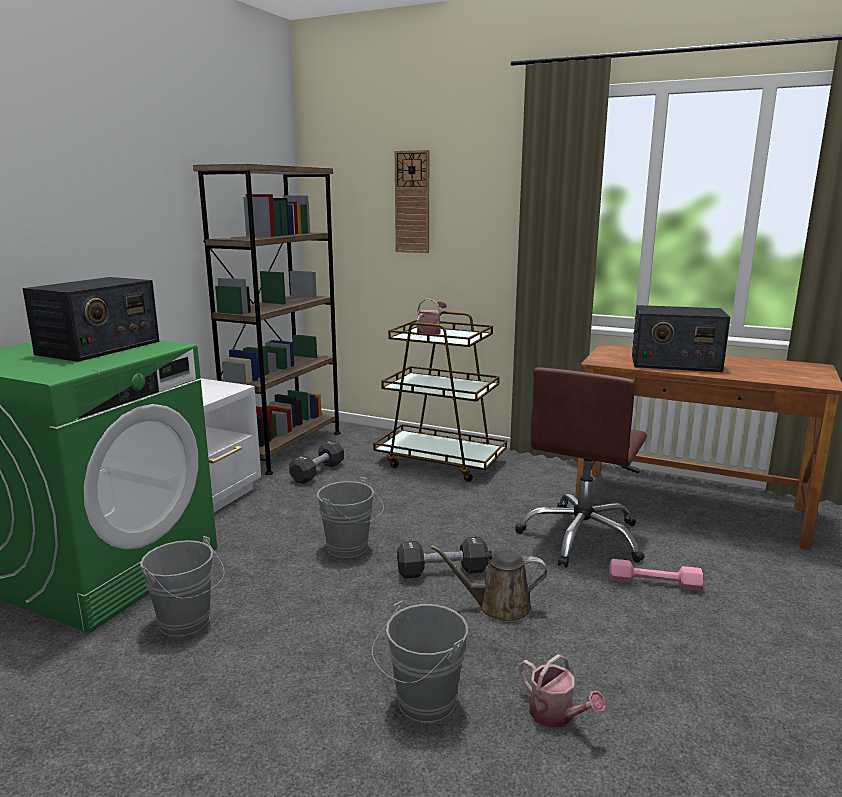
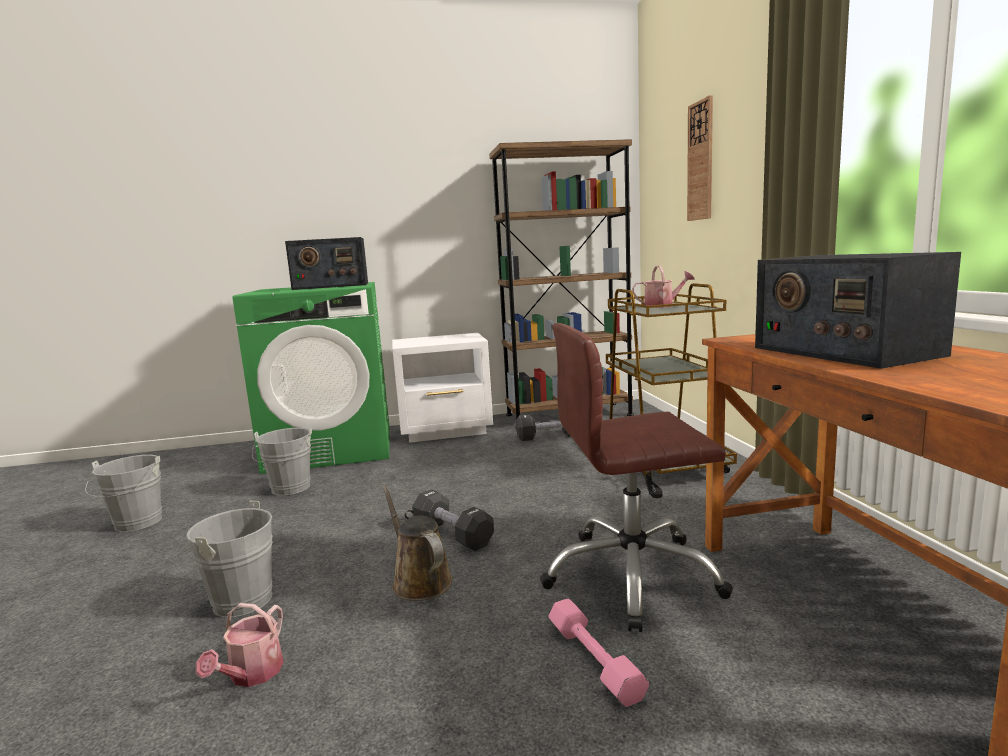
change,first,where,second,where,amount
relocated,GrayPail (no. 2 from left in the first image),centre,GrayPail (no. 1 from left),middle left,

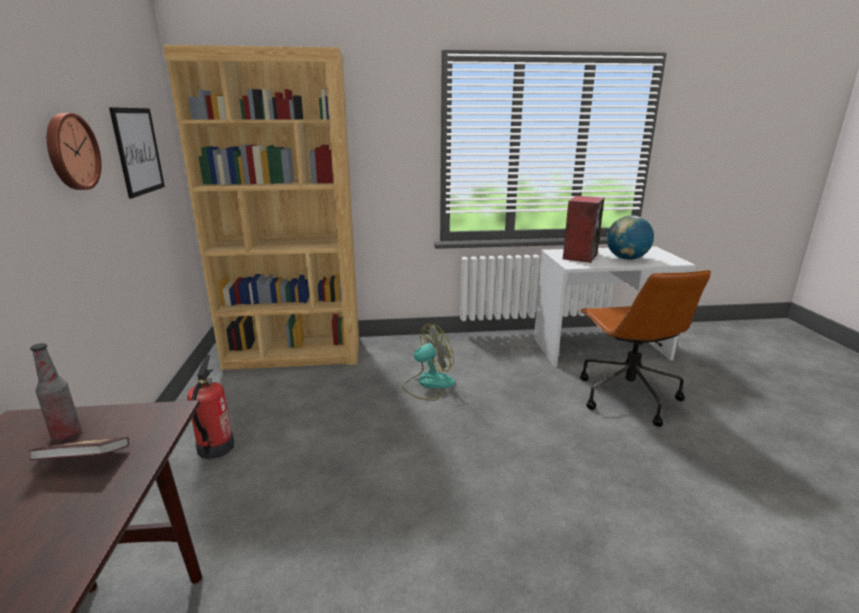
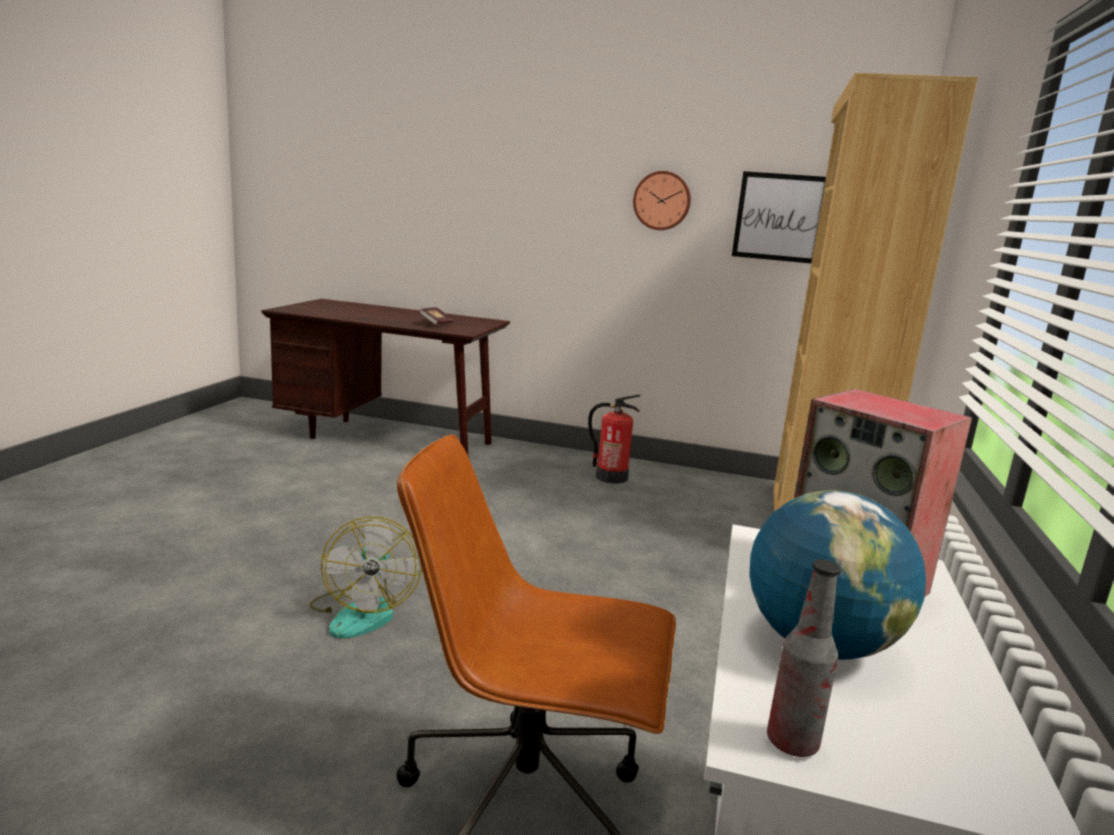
change,first,where,second,where,amount
relocated,CoolingFan,centre,,bottom left,
relocated,BeverageBottle,middle left,,bottom right,

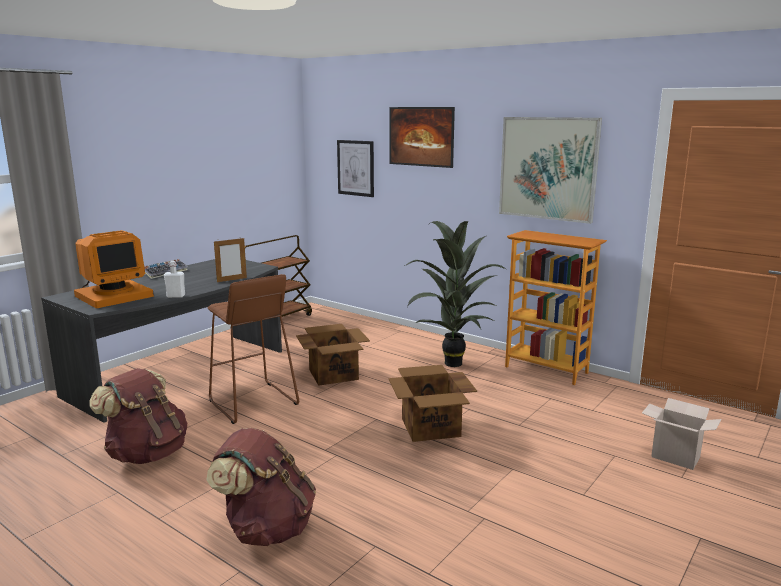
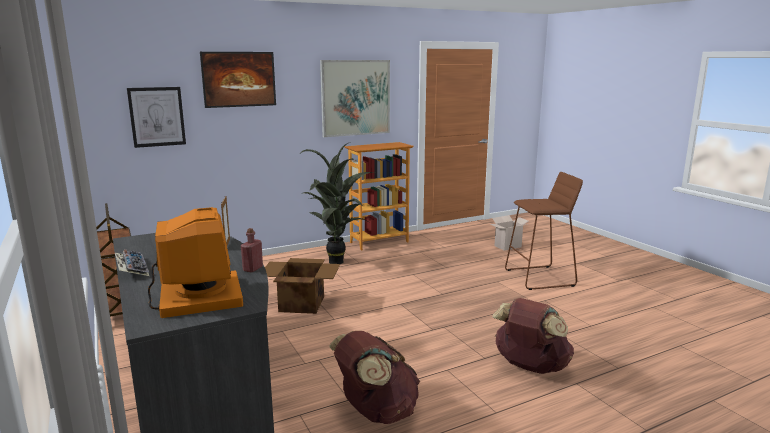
change,first,where,second,where,amount
colour,WhiteColouredBeverageBottle,middle left,ReddishBeverageBottle,middle left,
relocated,BrownColouredStool,middle left,,middle right,
missing,PackingBox (no. 2 from left),bottom centre,,,

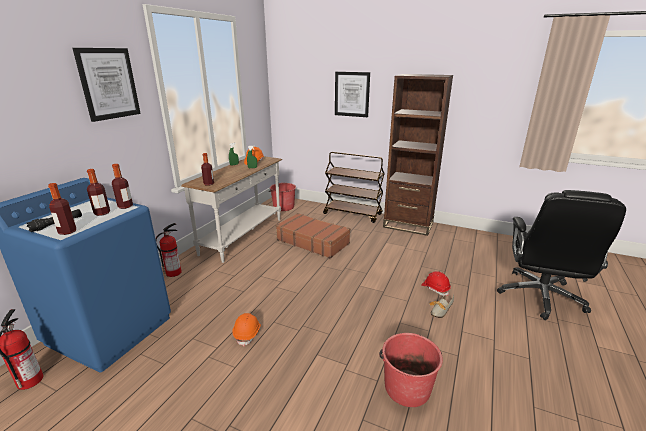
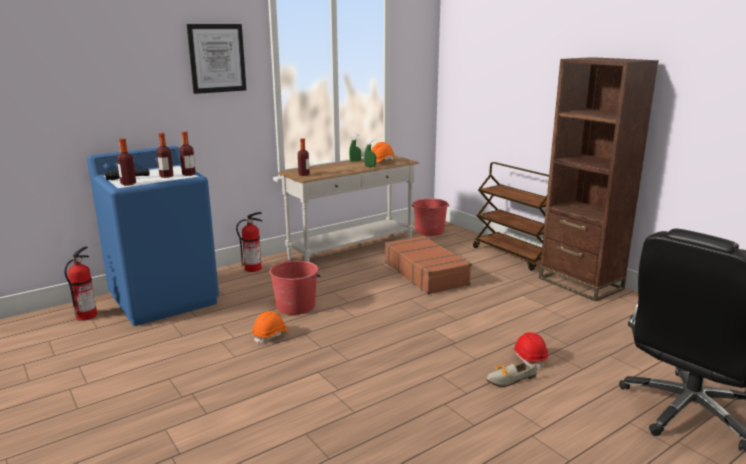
change,first,where,second,where,amount
relocated,ReddishPail (no. 2 from left in the first image),bottom centre,ReddishPail (no. 1 from left),centre,
missing,Picture (no. 2 from left),top centre,,,

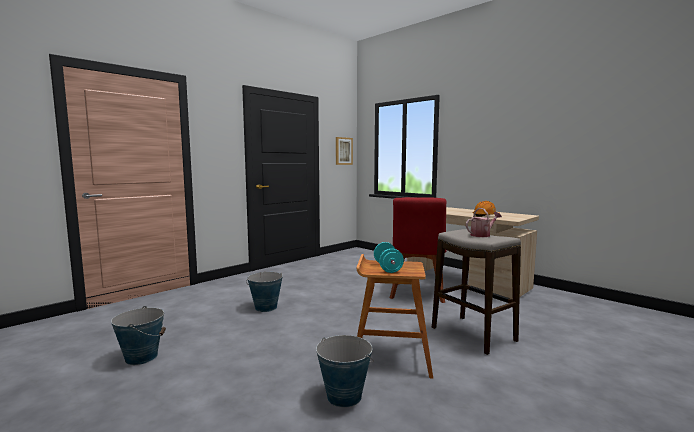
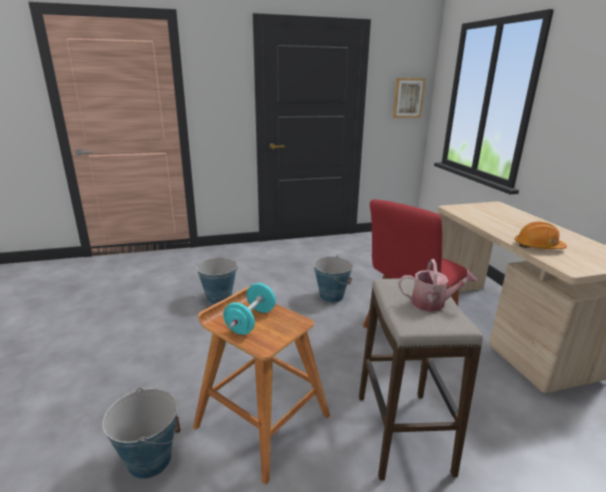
change,first,where,second,where,amount
relocated,Pail (no. 1 from left in the first image),bottom left,Pail (no. 3 from left),centre,

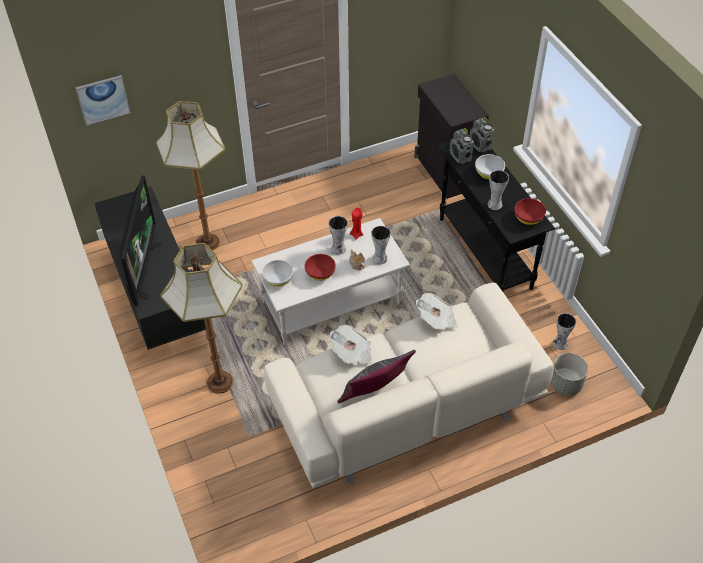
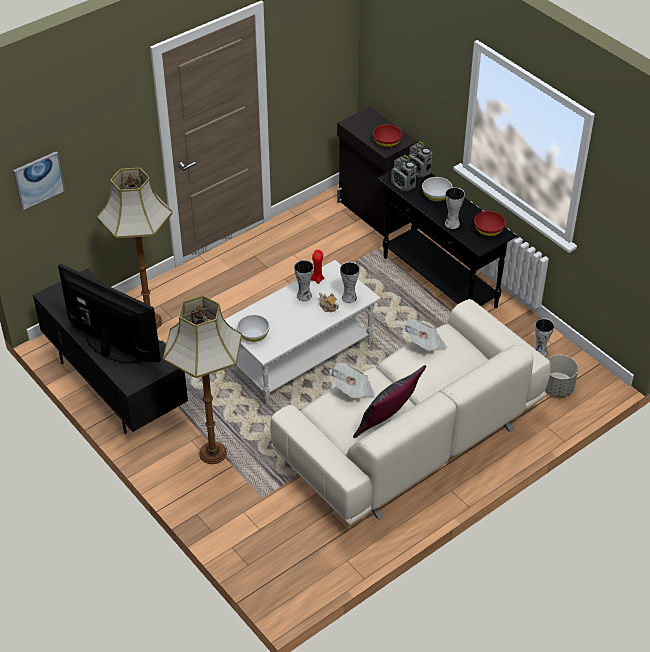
change,first,where,second,where,amount
spun,Tv,middle left,,middle left,45 degrees counterclockwise
relocated,ReddishDeepDish (no. 1 from left),centre,,top centre,

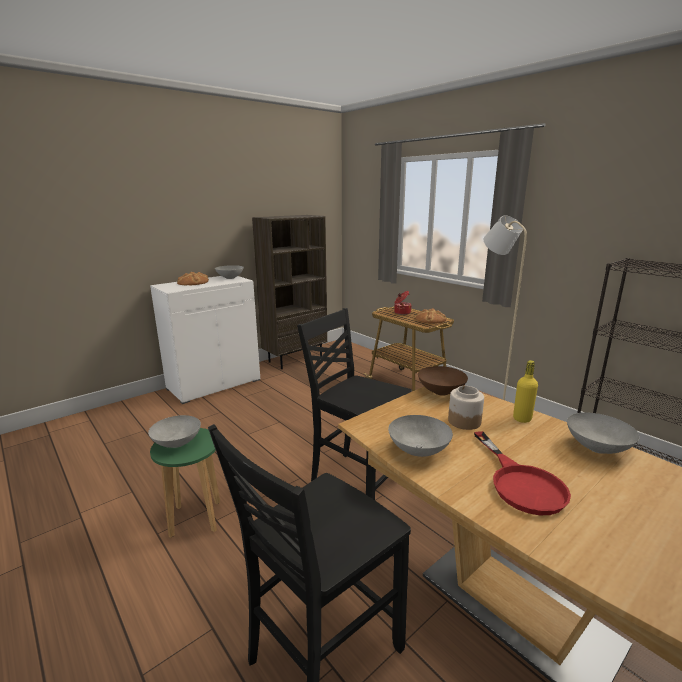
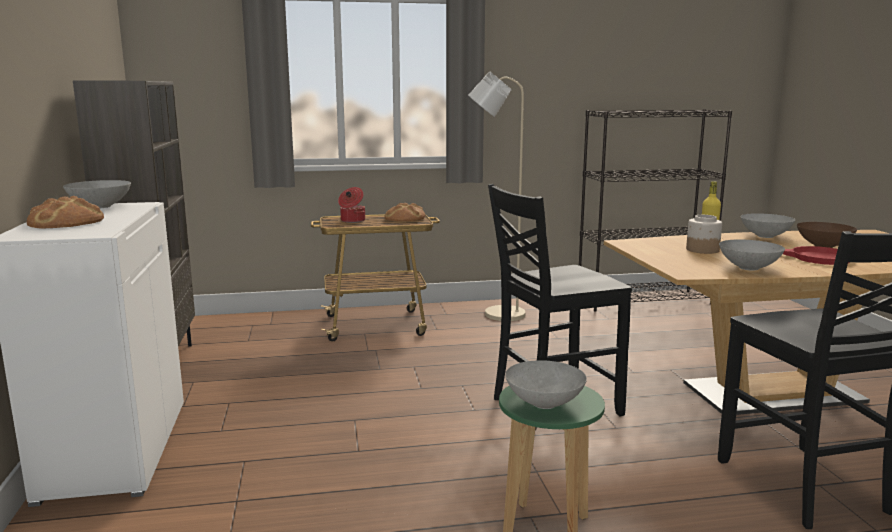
change,first,where,second,where,amount
relocated,BrownColouredDeepDish,centre,,middle right,

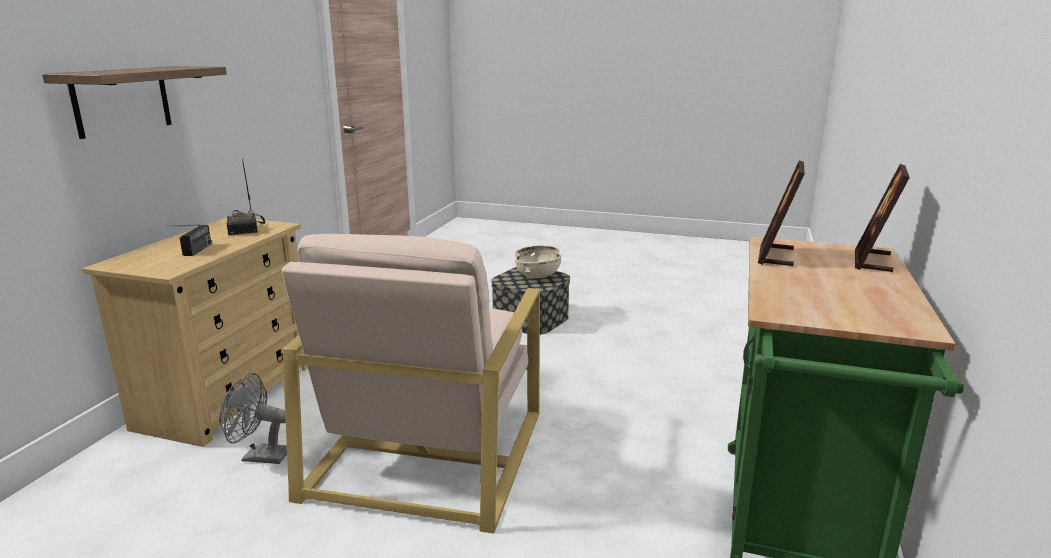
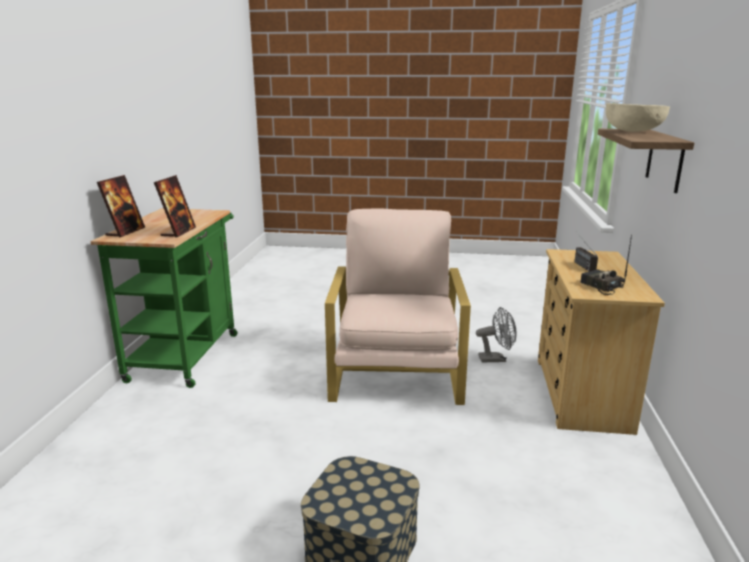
change,first,where,second,where,amount
relocated,SandColouredDeepDish,centre,,top right,

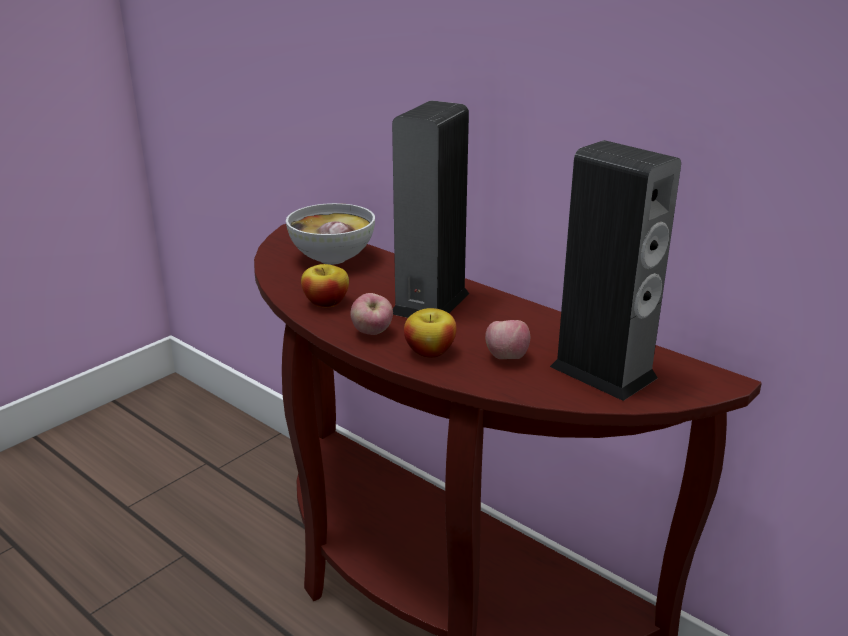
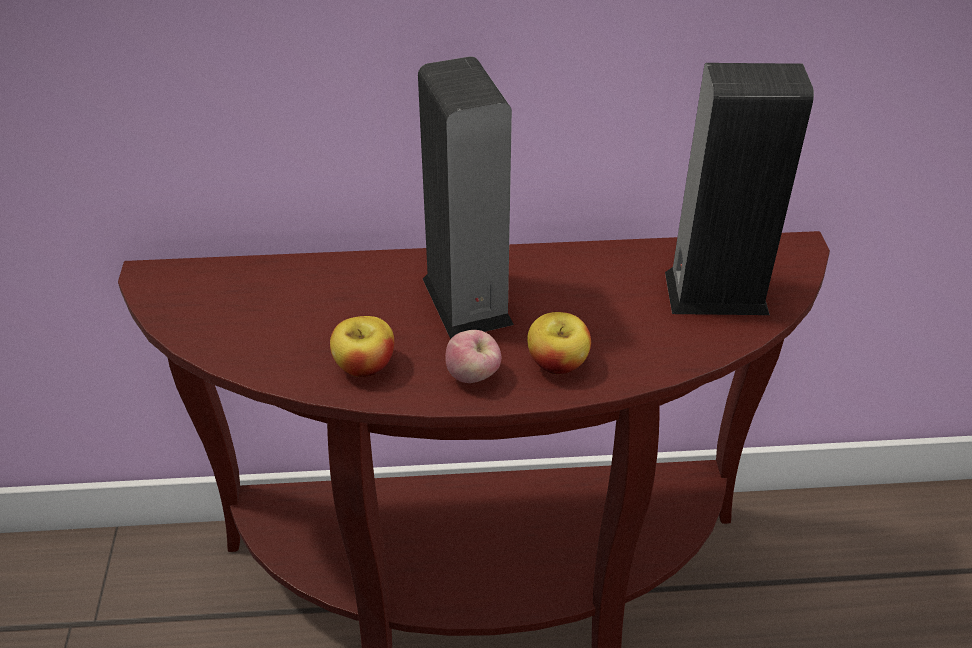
change,first,where,second,where,amount
missing,DeepDish,centre,,,
missing,AppleFruit (no. 4 from left),centre,,,

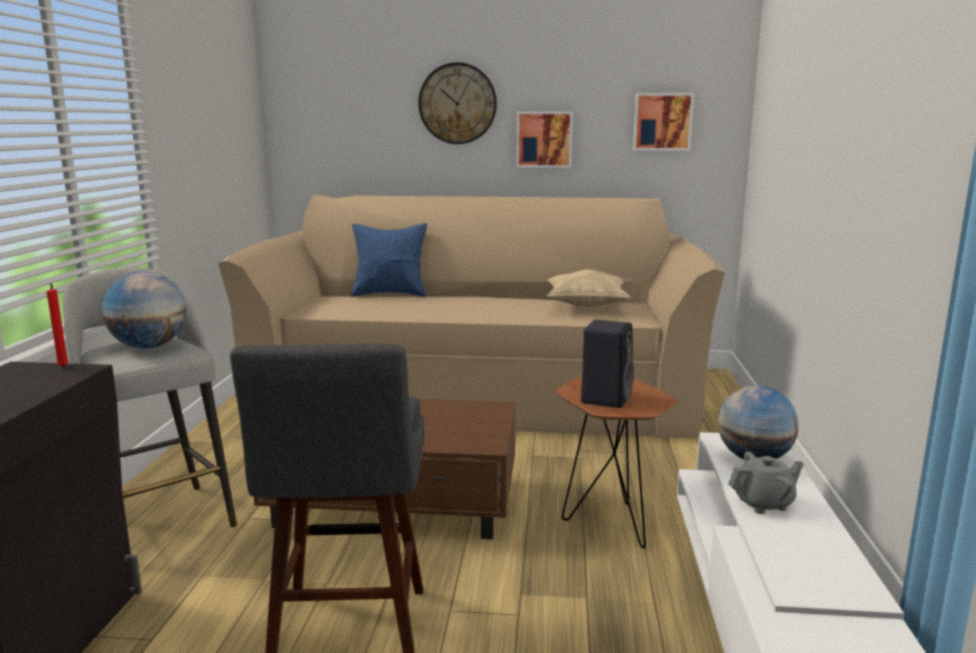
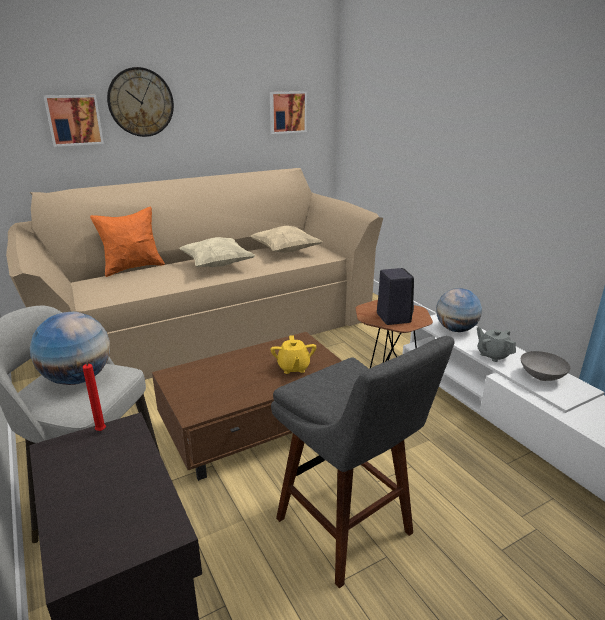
change,first,where,second,where,amount
relocated,Picture (no. 1 from left),top centre,,top left,
colour,BlueColouredPillow,centre,OrangeyPillow,middle left,
appeared,,,SandColouredPillow (no. 1 from left),centre,
appeared,,,YellowPotForTea,centre,
spun,GrayPotForTea,bottom right,,middle right,75 degrees counterclockwise
appeared,,,GrayDeepDish,middle right,

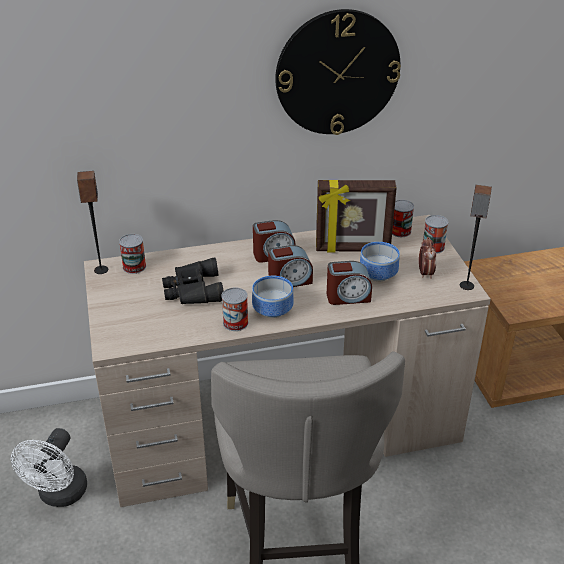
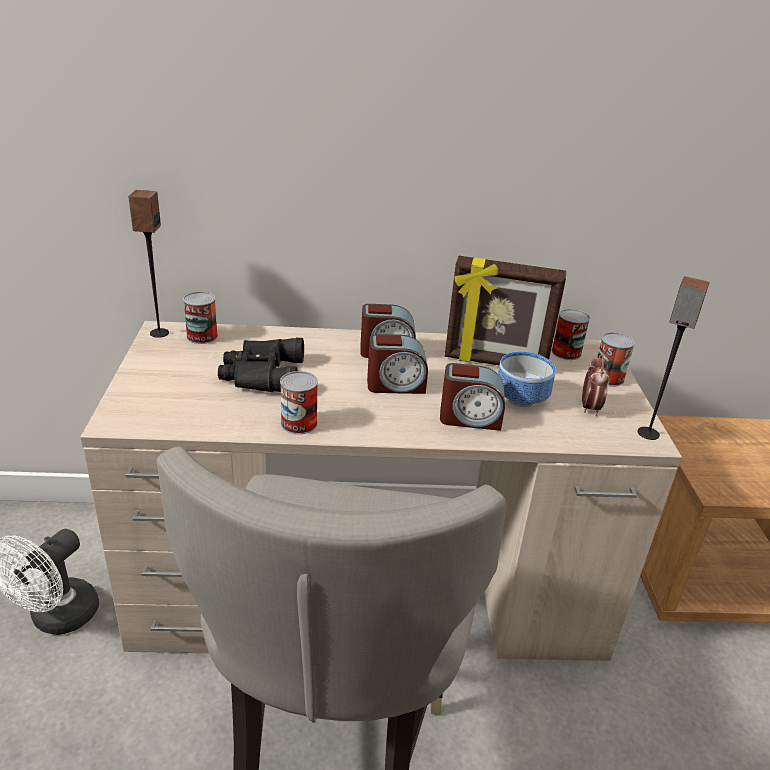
change,first,where,second,where,amount
missing,DeepDish (no. 1 from left),centre,,,
missing,ClockOnTheWall,top centre,,,

